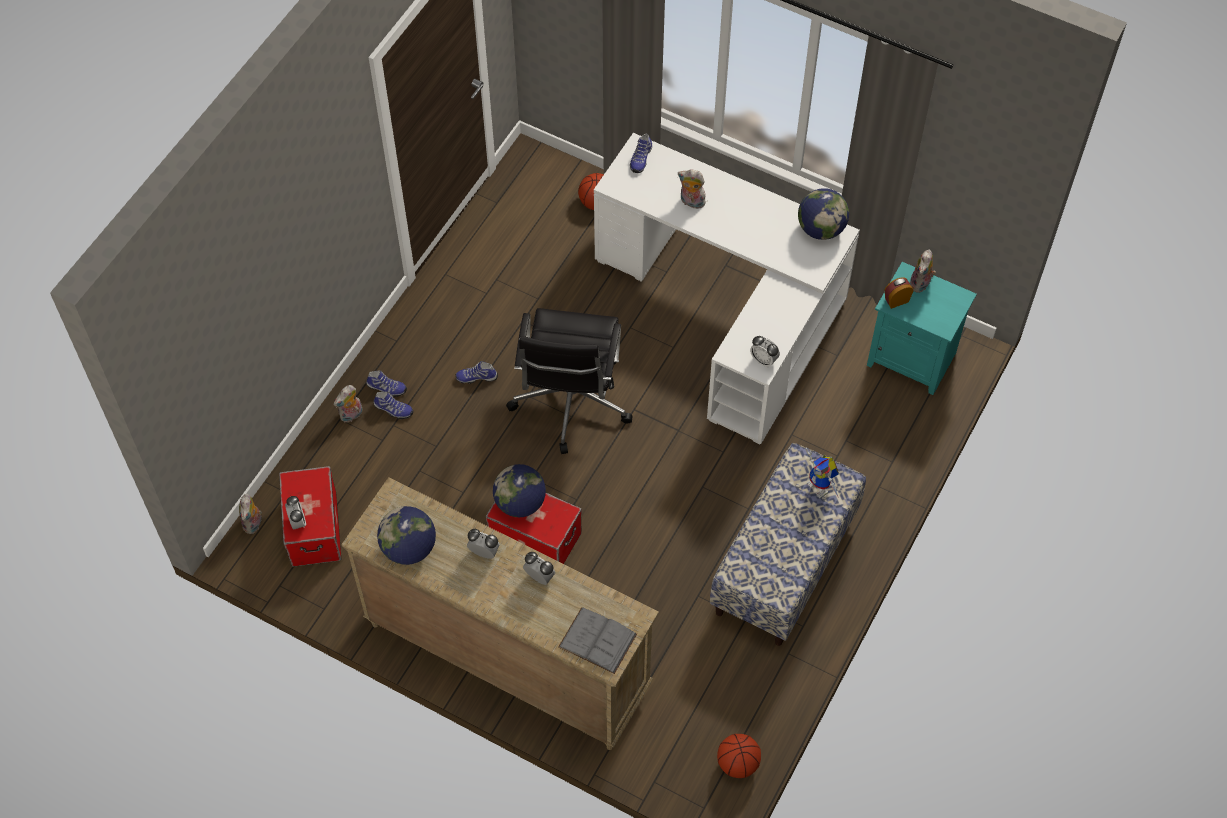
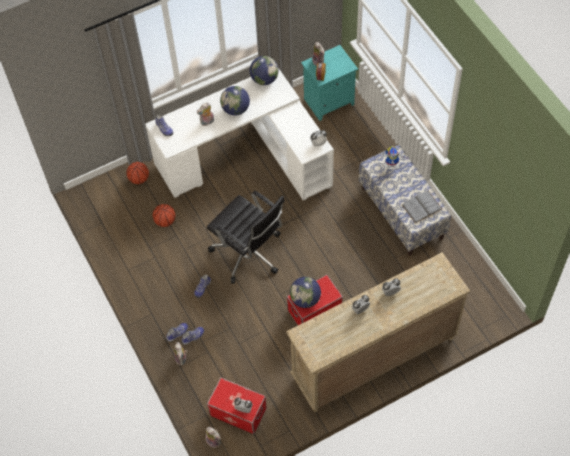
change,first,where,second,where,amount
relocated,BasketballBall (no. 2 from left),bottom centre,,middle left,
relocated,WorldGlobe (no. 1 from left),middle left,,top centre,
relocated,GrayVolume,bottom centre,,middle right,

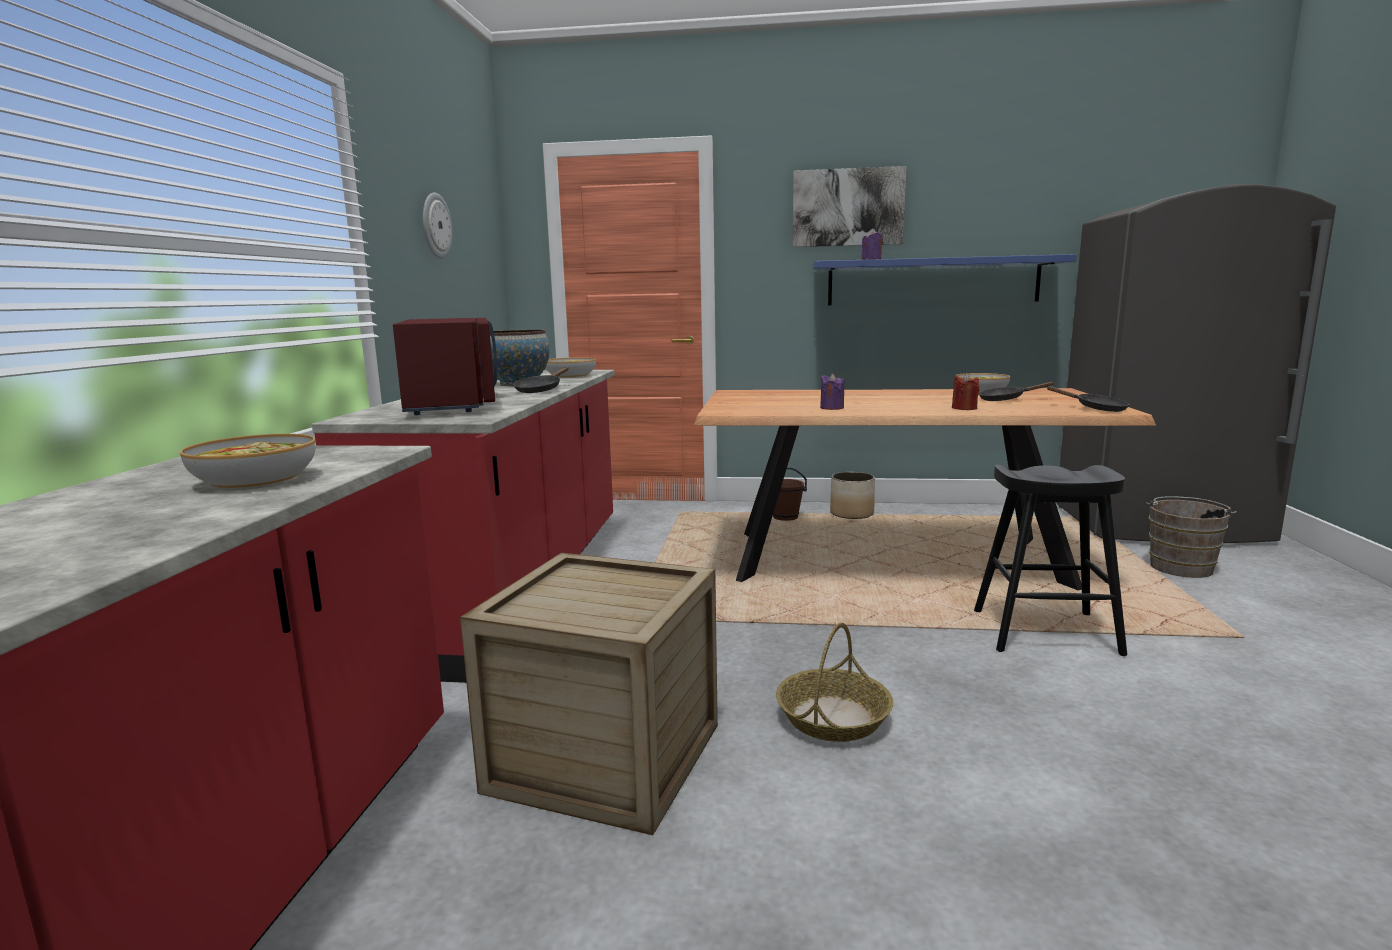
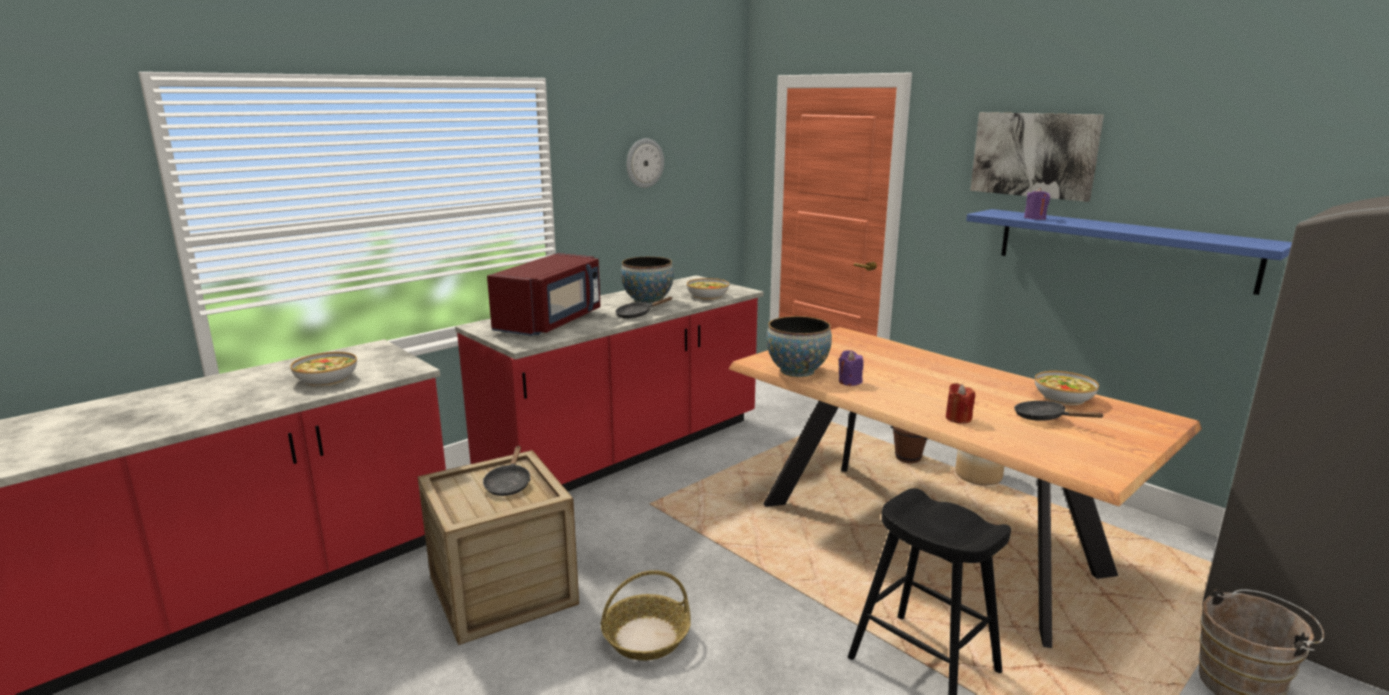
change,first,where,second,where,amount
relocated,BlackColouredFryingPan (no. 3 from left in the first image),middle right,BlackColouredFryingPan (no. 1 from left),bottom centre,
appeared,,,DeepDish (no. 4 from left),centre,

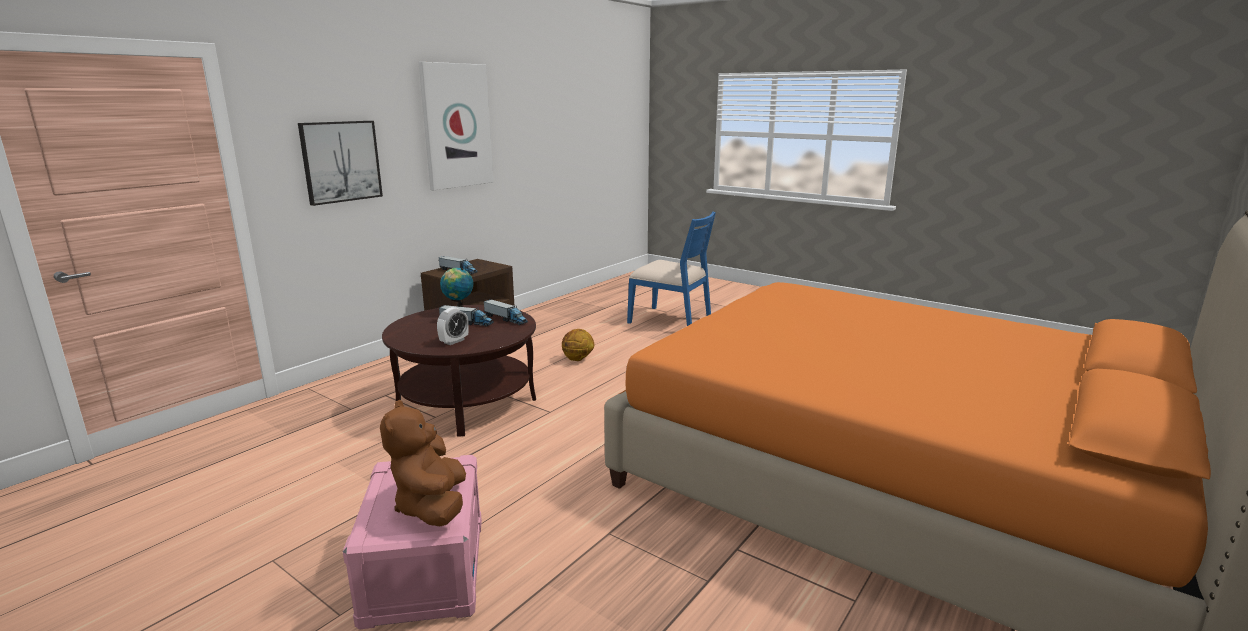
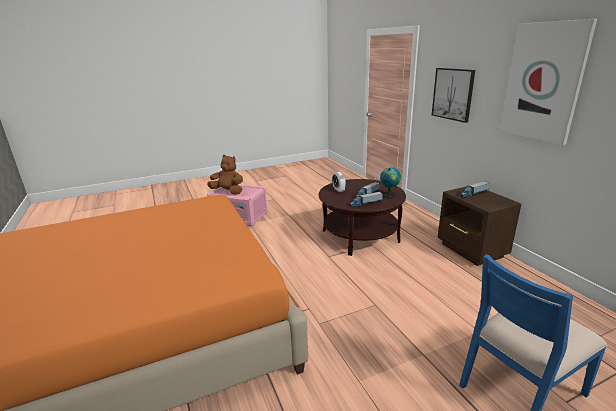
change,first,where,second,where,amount
missing,BasketballBall,centre,,,

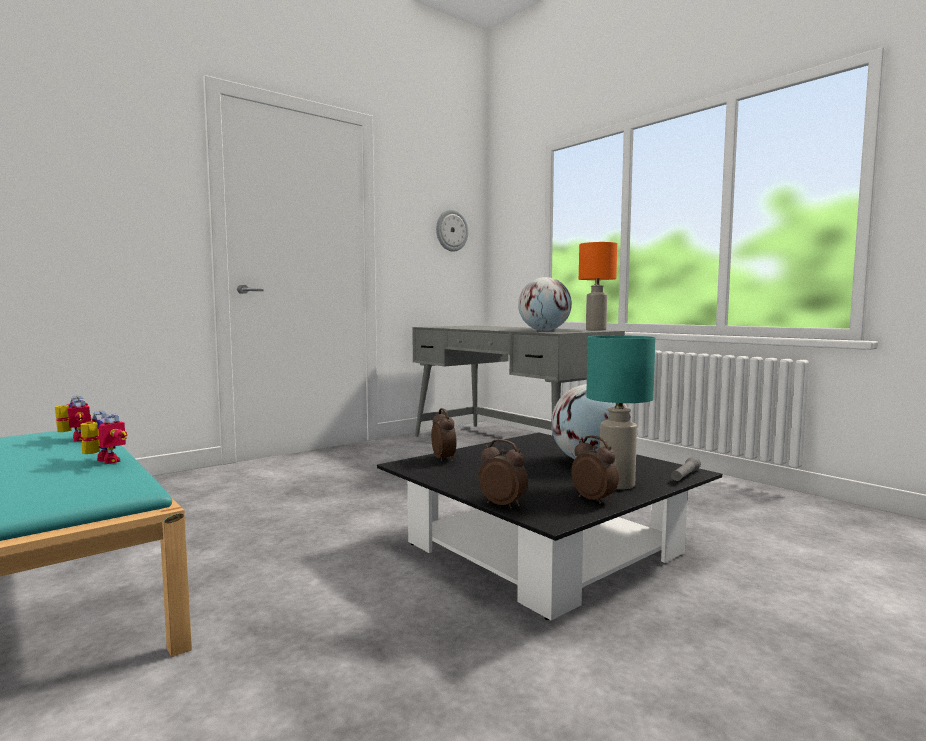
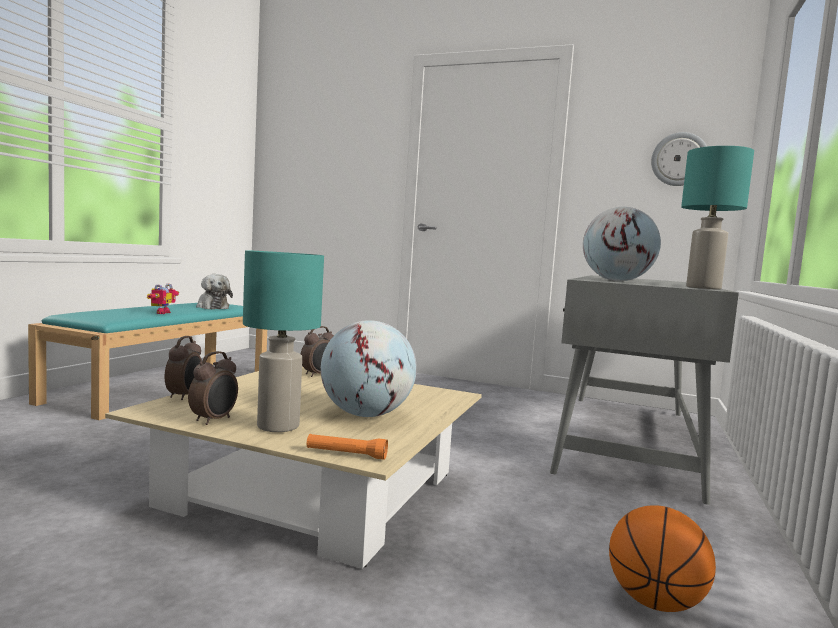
change,first,where,second,where,amount
colour,BlackColouredCoffeeTable,bottom centre,SandColouredCoffeeTable,bottom centre,
exchanged,ToyRobot (no. 1 from left),middle left,PlushToy,middle left,
colour,GrayTorch,middle right,OrangeyTorch,bottom centre,
appeared,,,BasketballBall,bottom right,
colour,OrangeyTabletopLamp,centre,TurquoiseColouredTabletopLamp (no. 2 from left),middle right,

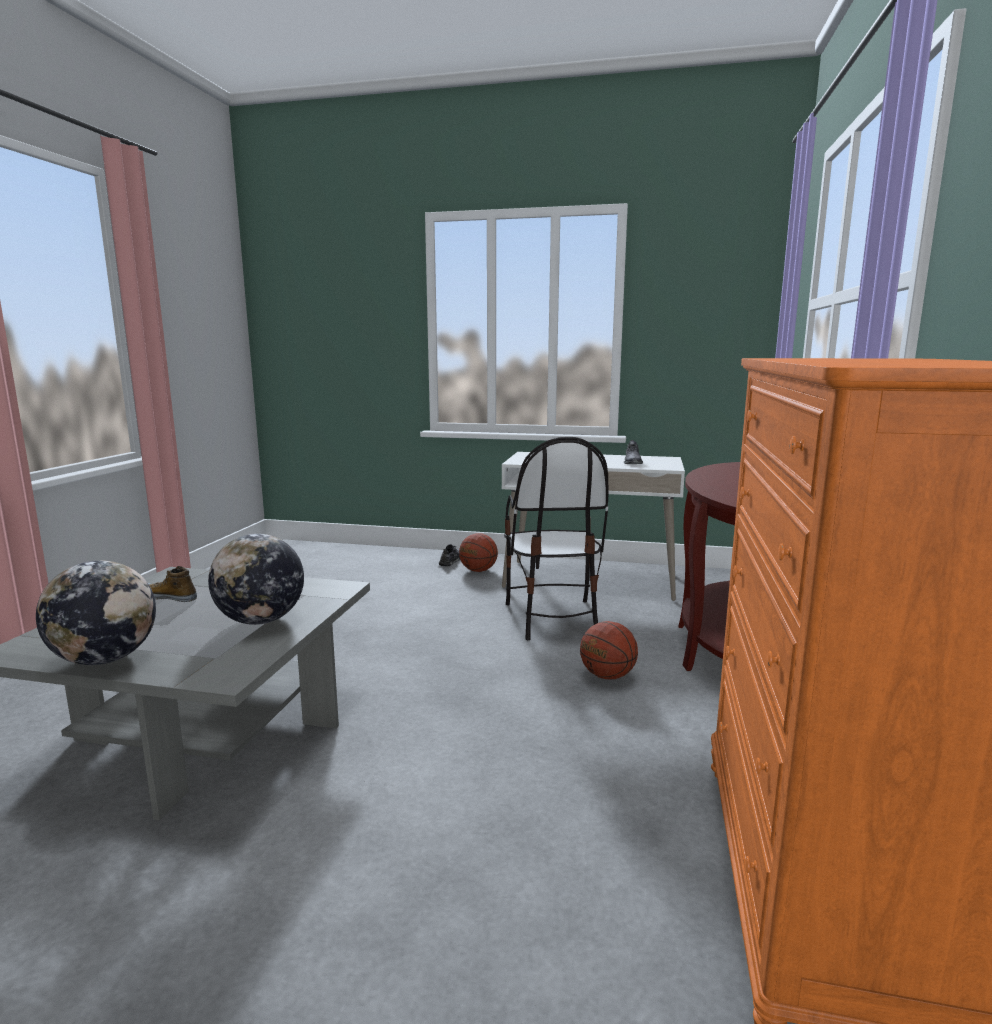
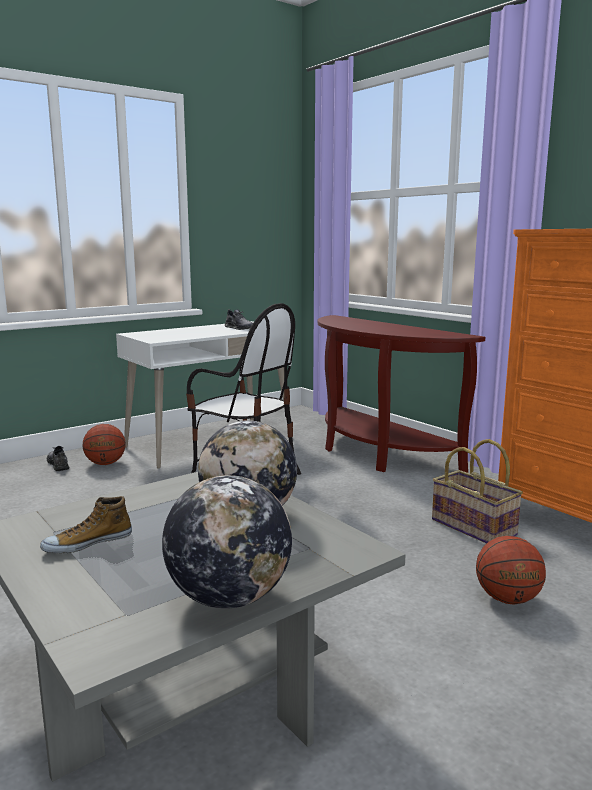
change,first,where,second,where,amount
appeared,,,StorageBasket,middle right,
relocated,BasketballBall (no. 2 from left),centre,,bottom right,

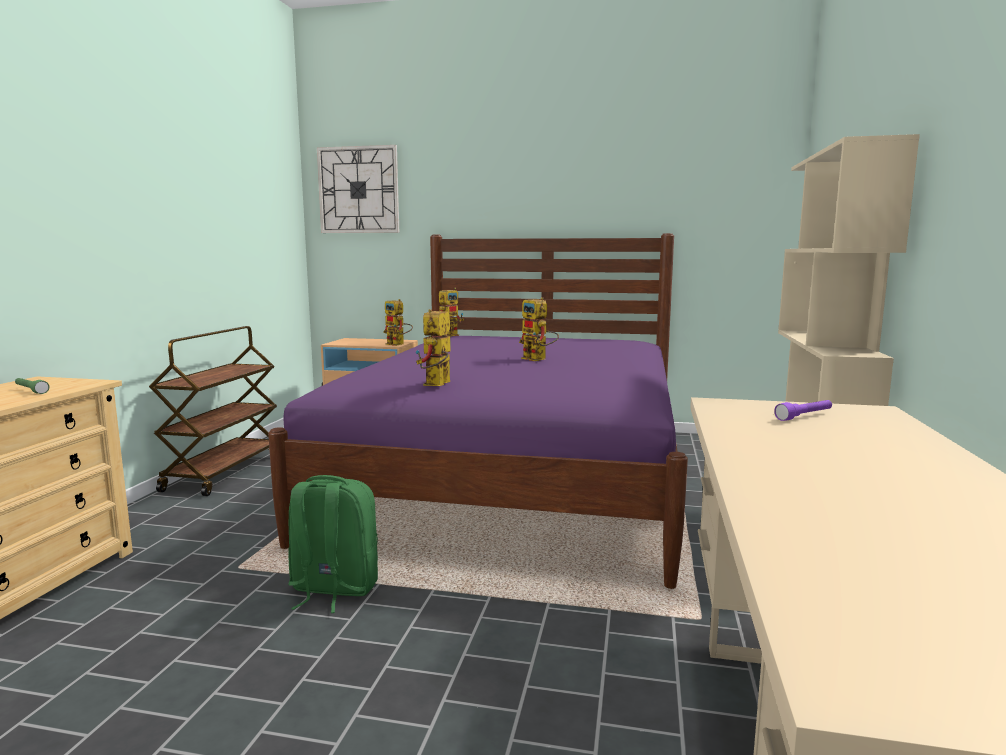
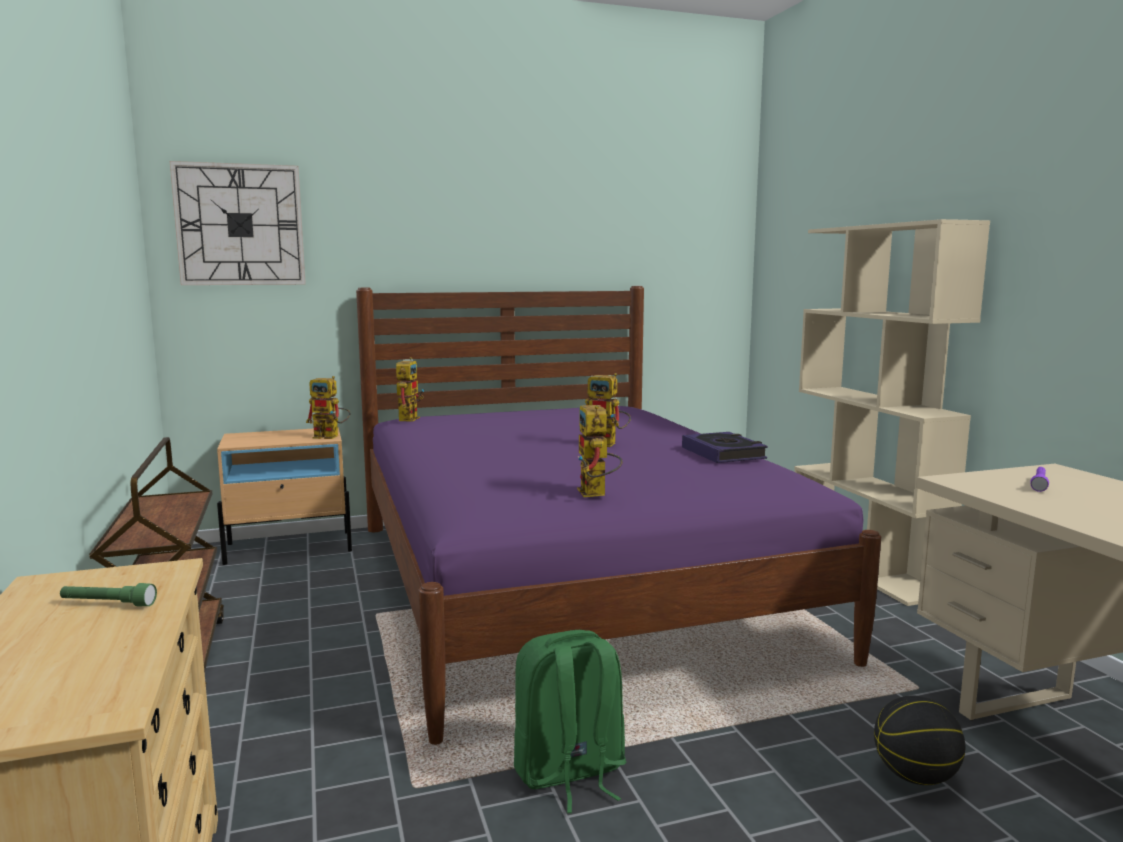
change,first,where,second,where,amount
appeared,,,Volume,centre,
appeared,,,BasketballBall,bottom right,

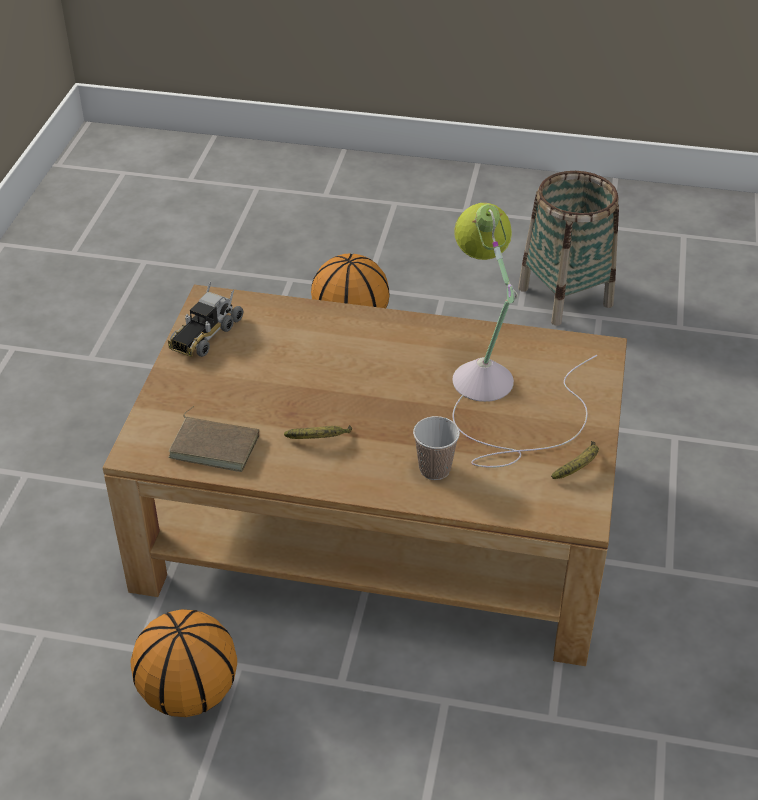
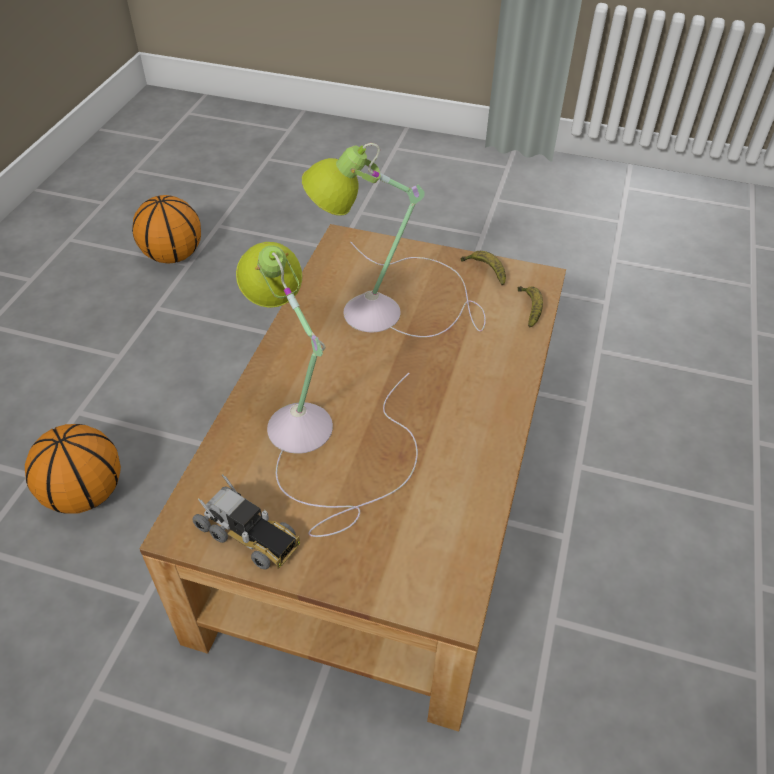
change,first,where,second,where,amount
relocated,BasketballBall (no. 1 from left in the first image),bottom left,BasketballBall (no. 2 from left),top left,
appeared,,,TabletopLamp (no. 1 from left),centre,
relocated,WholeBanana (no. 1 from left in the first image),centre,WholeBanana (no. 2 from left),middle right,
missing,BrownColouredVolume,middle left,,,
missing,SmallCup,centre,,,
missing,StorageBasket,top right,,,

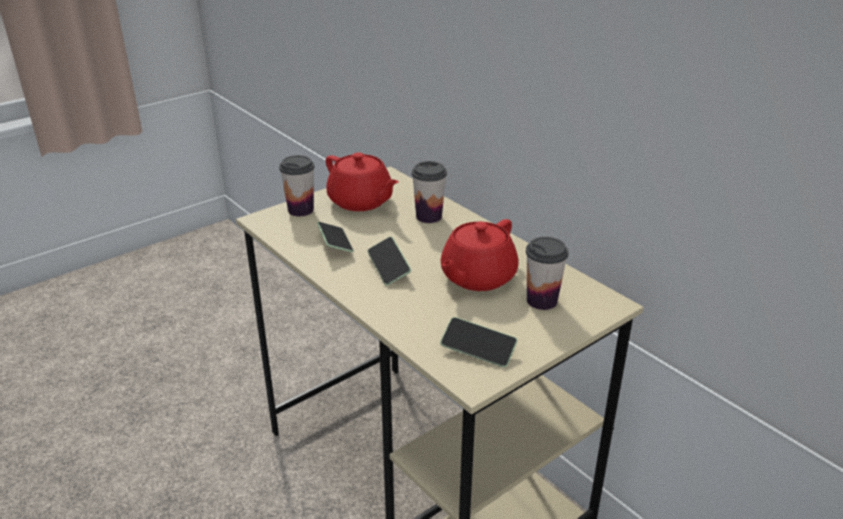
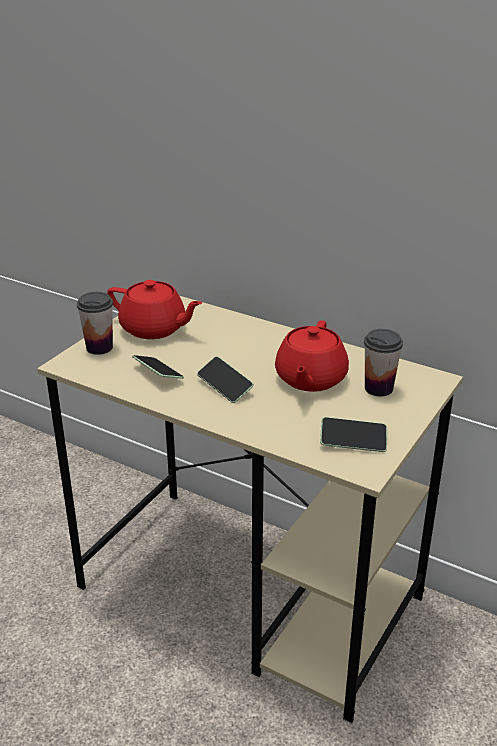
change,first,where,second,where,amount
missing,SmallCup (no. 2 from left),centre,,,

